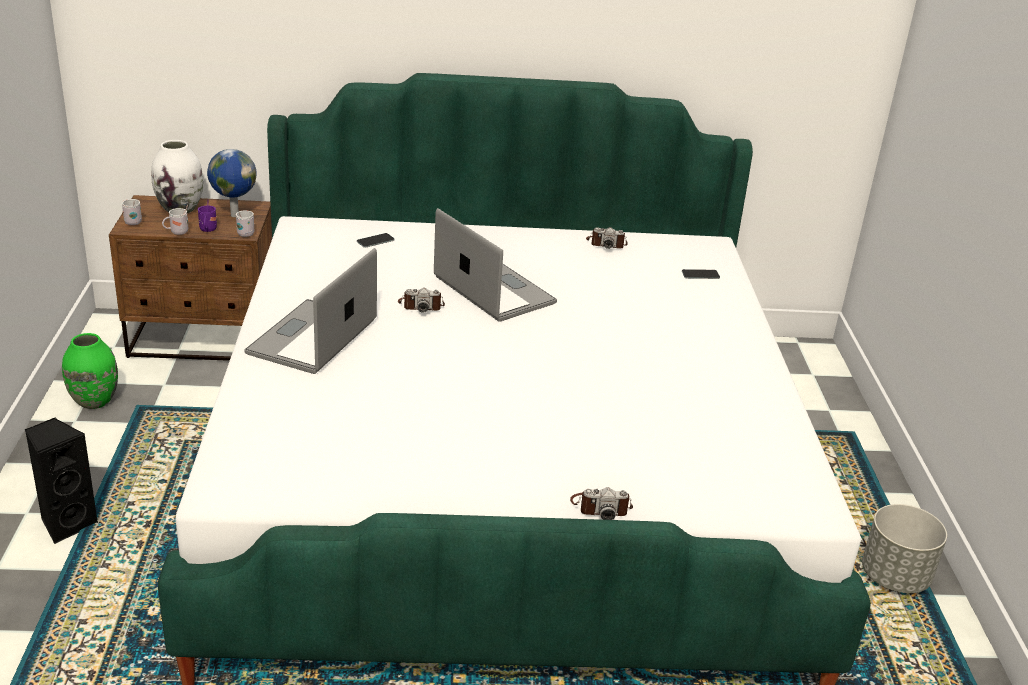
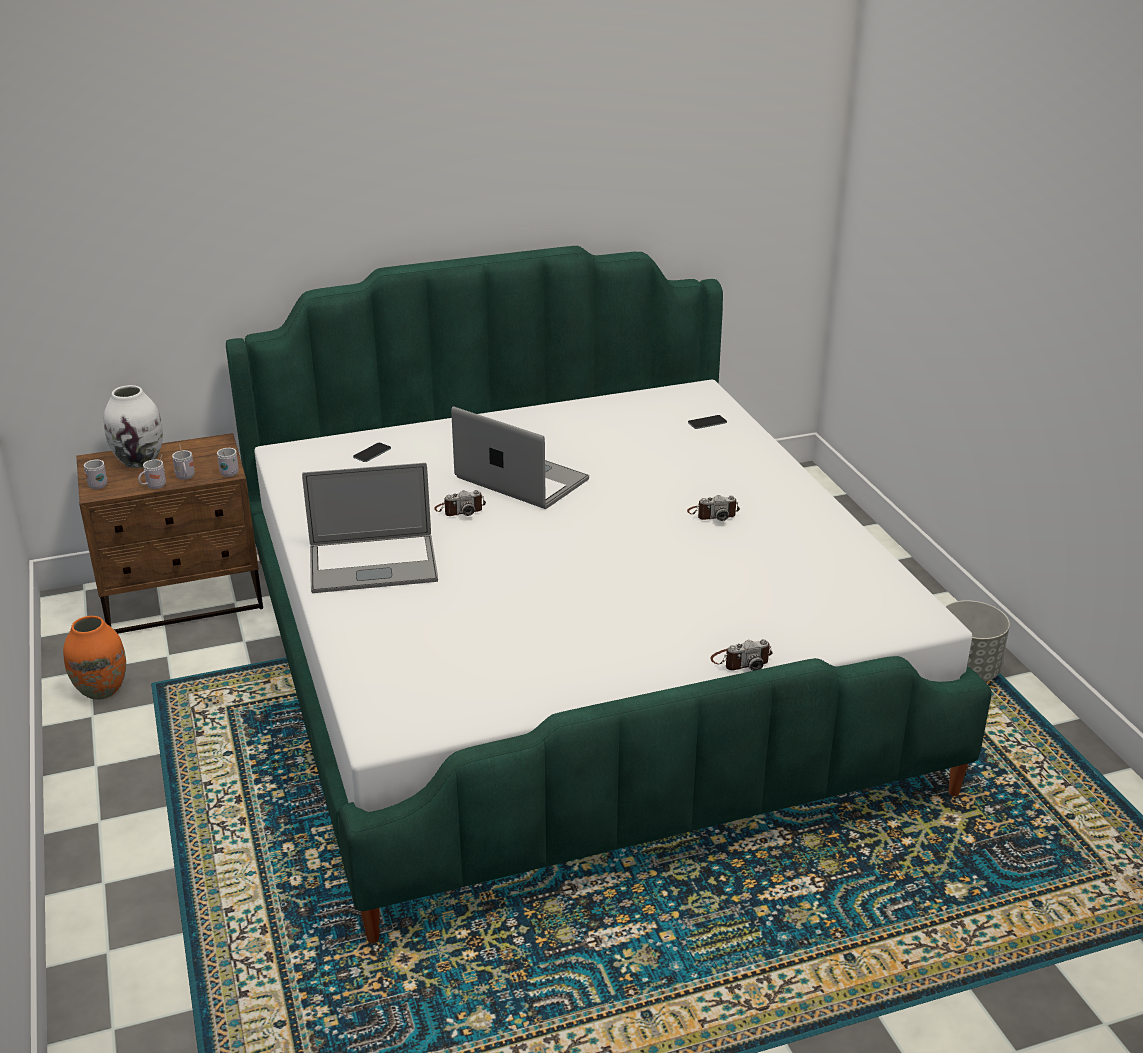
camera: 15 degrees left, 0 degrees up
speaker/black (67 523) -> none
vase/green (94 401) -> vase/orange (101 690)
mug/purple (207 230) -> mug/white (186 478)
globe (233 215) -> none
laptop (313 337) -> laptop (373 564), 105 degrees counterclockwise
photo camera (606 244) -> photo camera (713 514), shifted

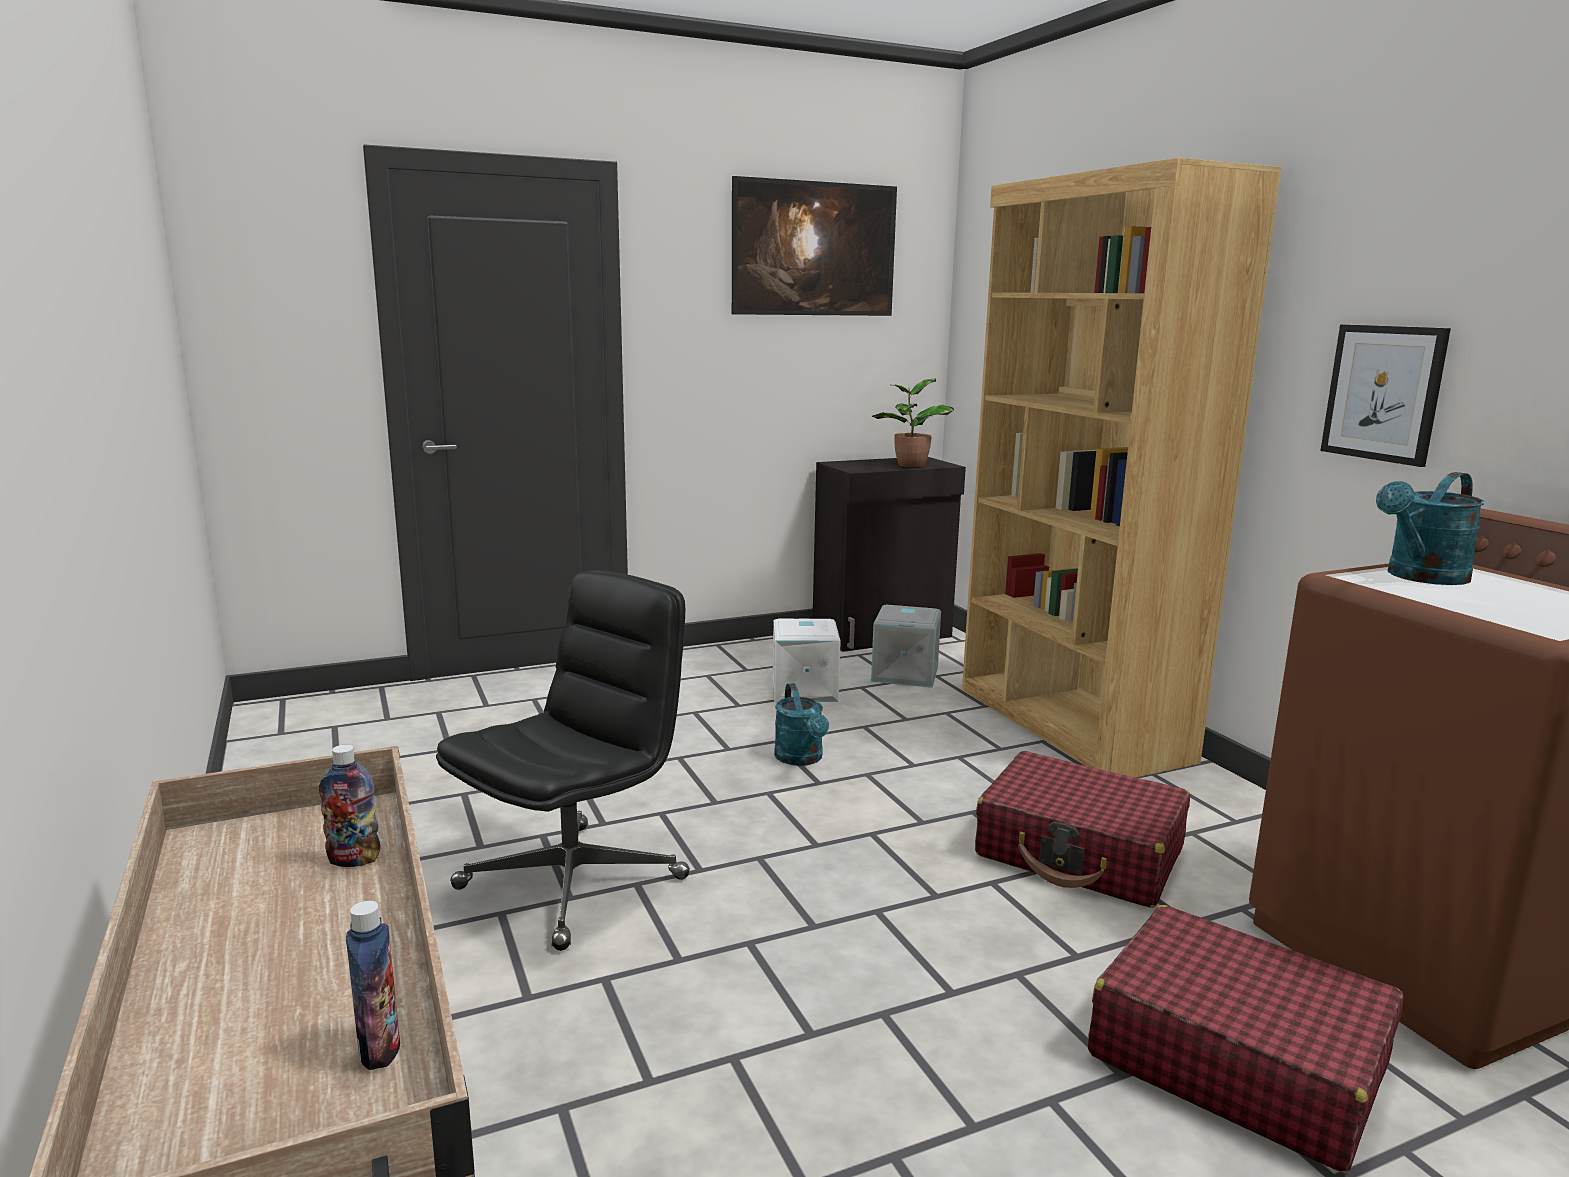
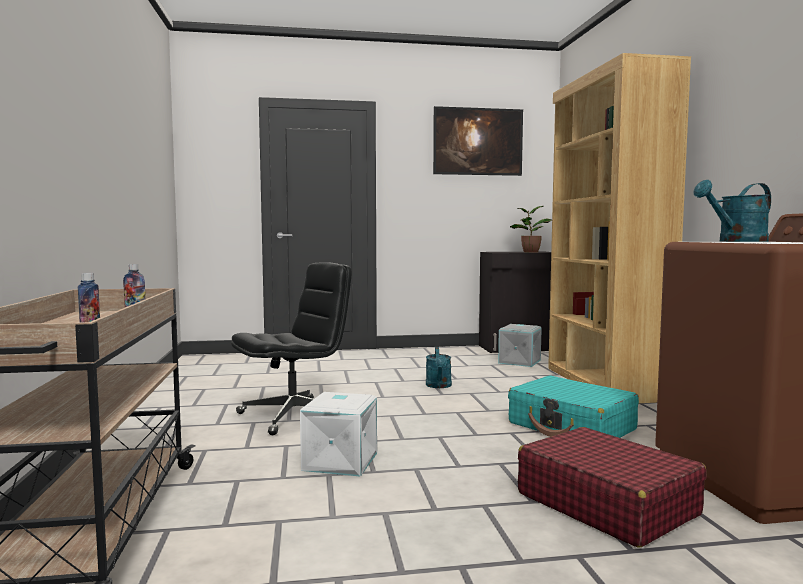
camera: 15 degrees right, 10 degrees down
storage box/white (803 689) -> storage box/white (339 461), shifted
suitcase/red (1080 853) -> suitcase/turquoise (572 427)
picture (1383 393) -> none

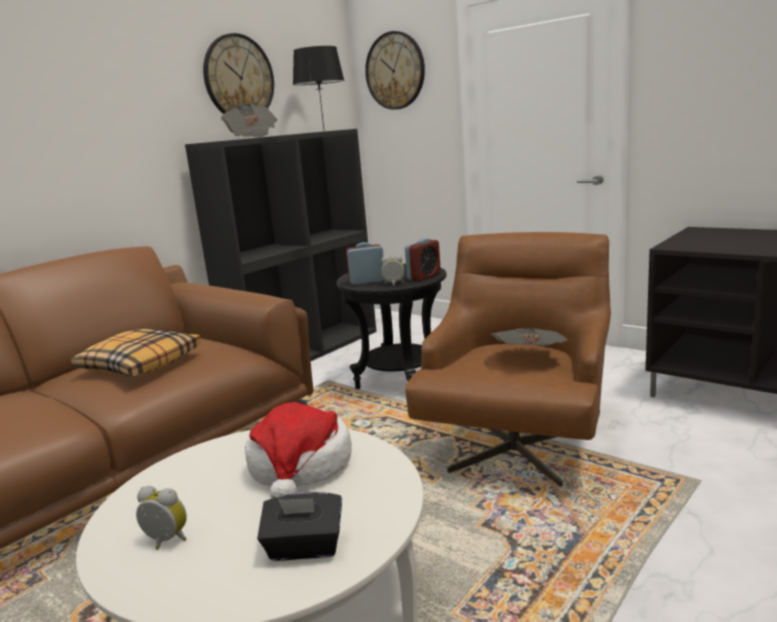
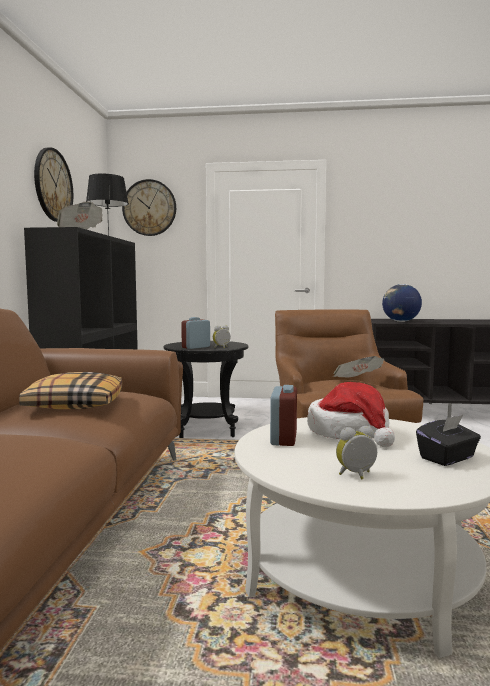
camera: 35 degrees left, 10 degrees down
alarm clock (424 277) -> alarm clock (283 439), shifted
none -> globe (400 321)

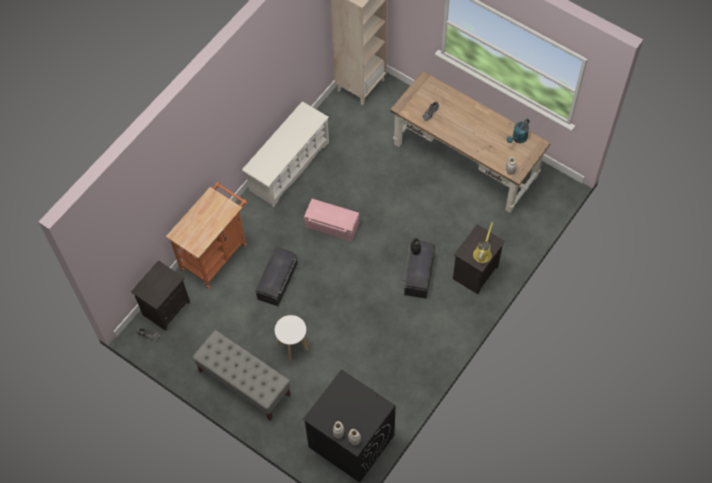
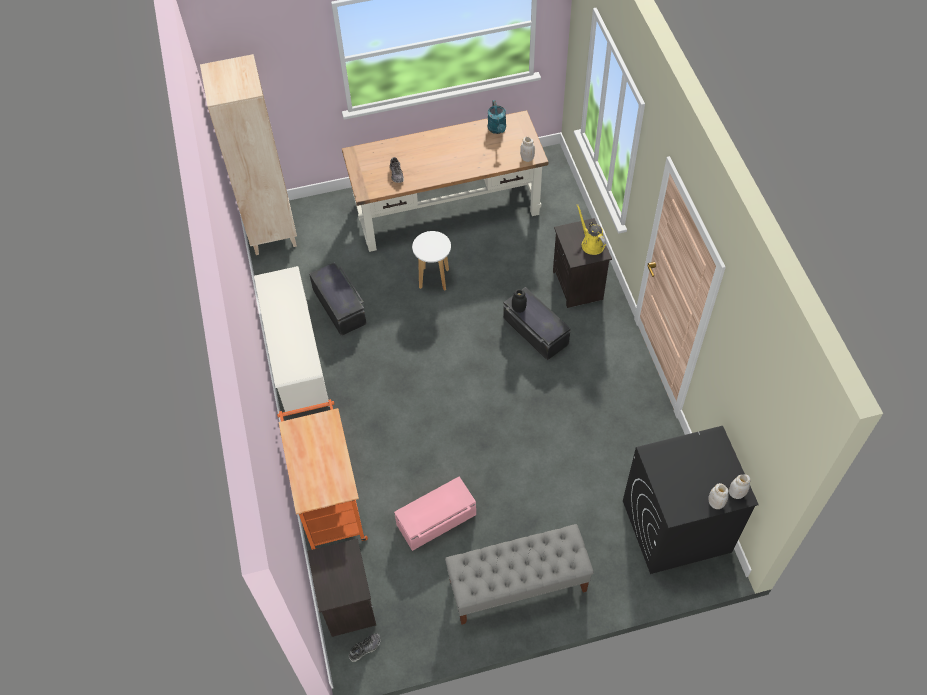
camera: 50 degrees left, 5 degrees down
storage box/black (278 281) -> storage box/black (340 306), shifted
stool/white (293 347) -> stool/white (434 279), shifted
storage box/pink (332 225) -> storage box/pink (437 520), shifted

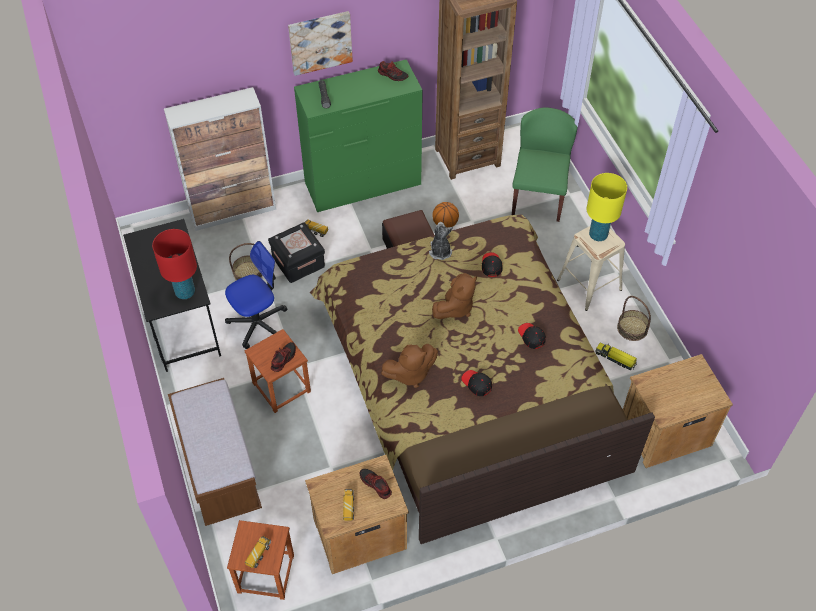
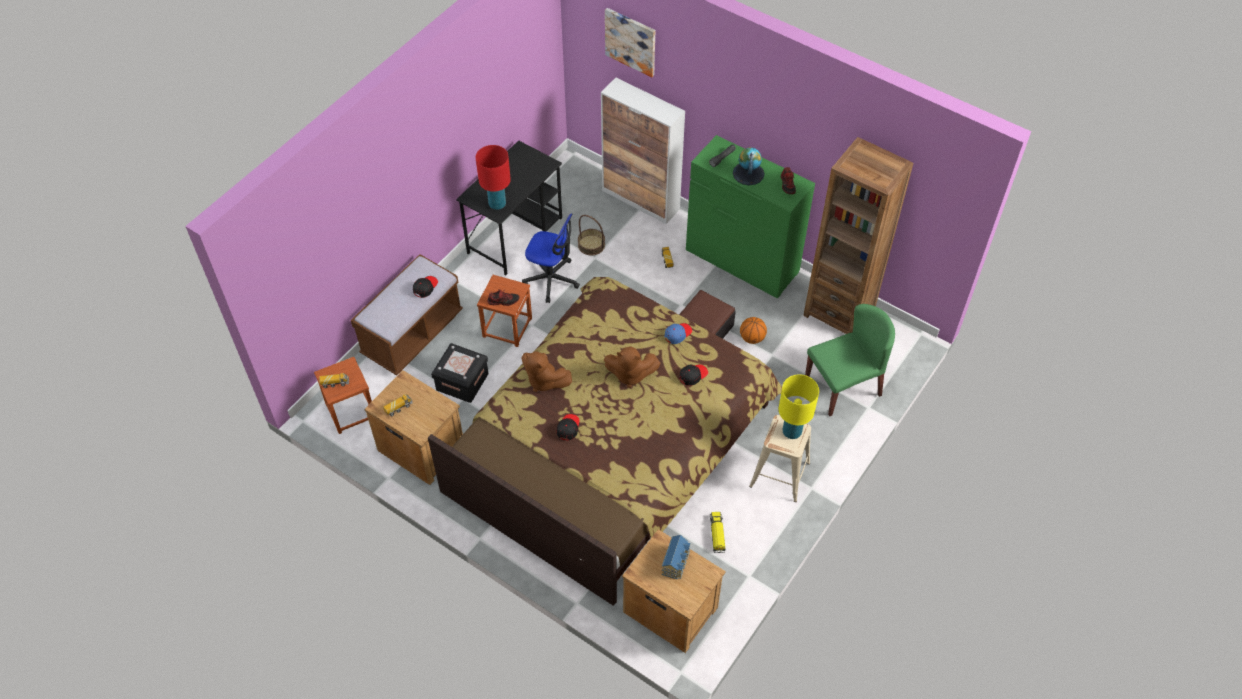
camera: 55 degrees right, 0 degrees up
storage box/black (298 262) -> storage box/black (462 381), shifted
picture (320 42) -> picture (631 41), shifted
shoe (375 485) -> none
plush toy (440 251) -> cap/blue (677 334)
cap/black (531 337) -> cap/black (425 287), shifted
basket (632 328) -> none
none -> toy house (676 562)
none -> globe (748 173)

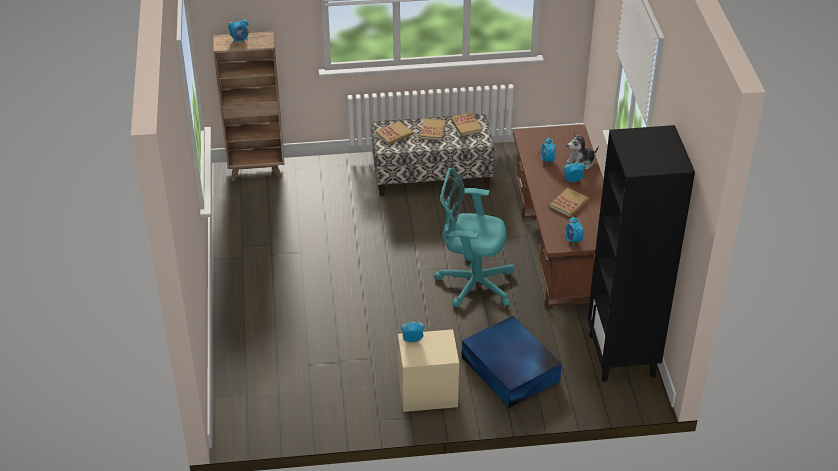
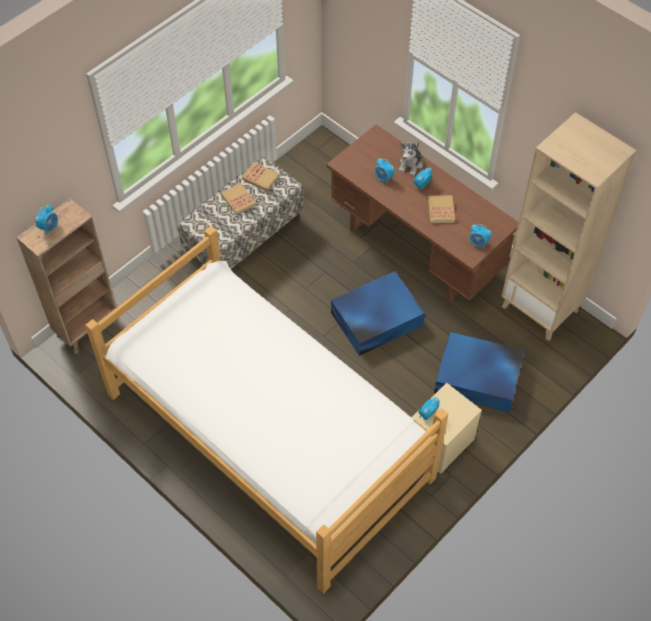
camera: 40 degrees left, 15 degrees up
book (394 134) -> none
office chair/turquoise (472 283) -> storage box/blue (375 319)
bookcase/black (622 356) -> bookcase/beige (540 308)
none -> bed (268 436)

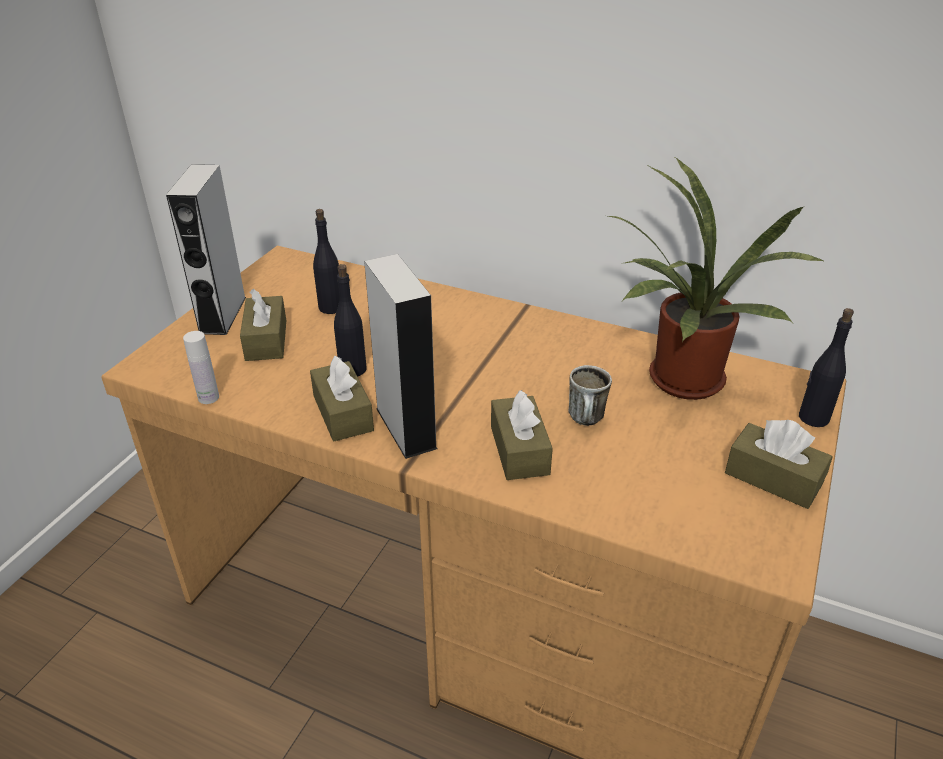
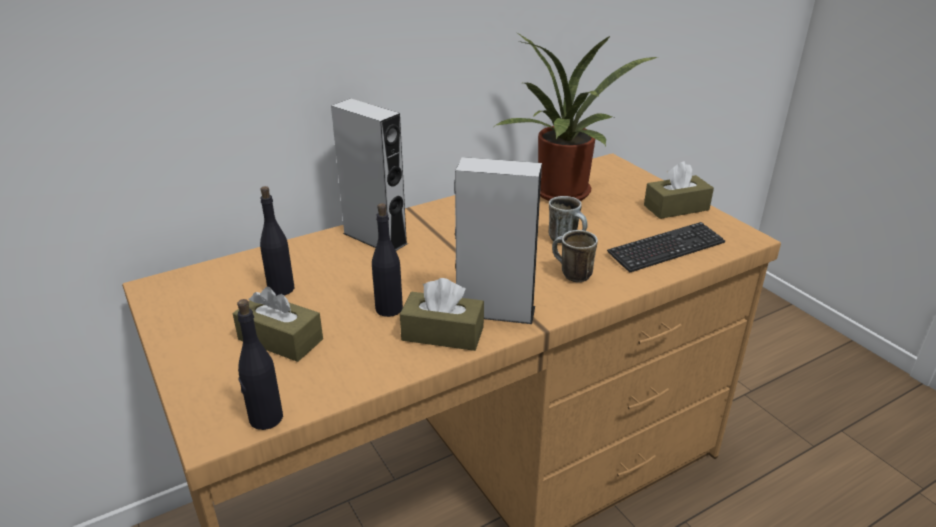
camera: 55 degrees left, 5 degrees down
speaker/grey (222 315) -> speaker/grey (375 238), shifted
bottle/white (208 397) -> none
tissue box/brown (519 450) -> mug (570 274)
bottle/black (813 418) -> bottle/black (265 418), shifted
none -> keyboard (666 249)

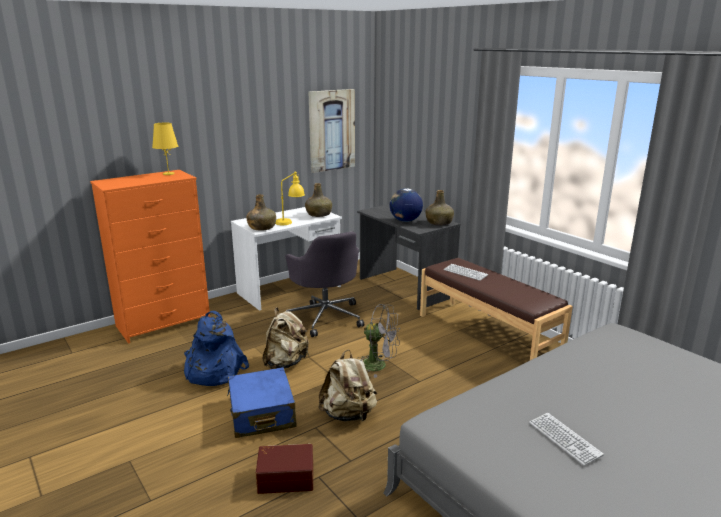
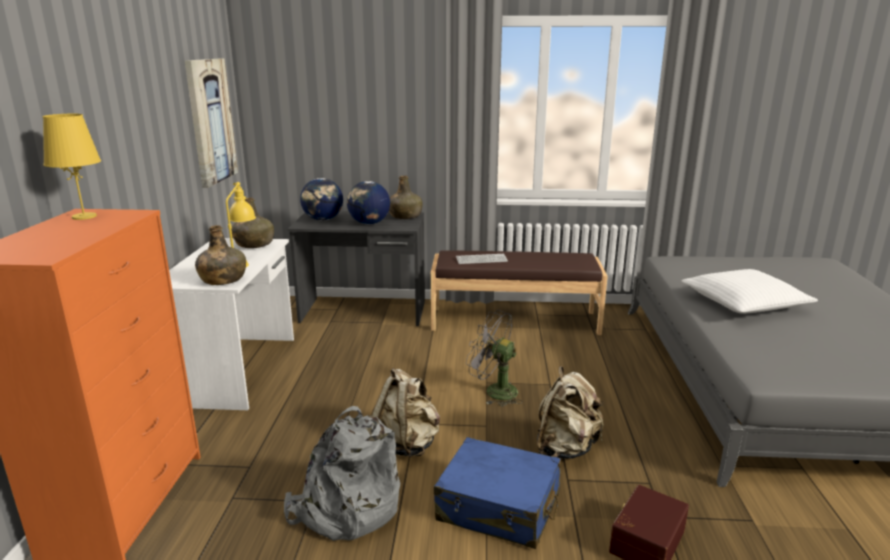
camera: 50 degrees left, 0 degrees up
backpack/blue (212 371) -> backpack/grey (346 509)
office chair/grey (326 317) -> none
fan/grey (379 365) -> fan/grey (494 391), 120 degrees counterclockwise
keyboard (564 439) -> none
none -> globe (323 219)
none -> pillow/white (743 303)

